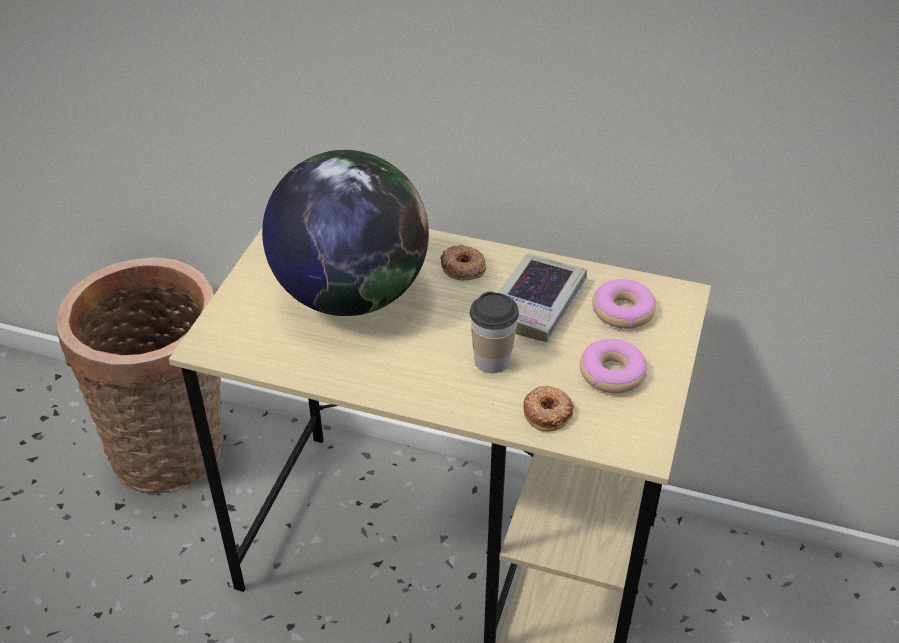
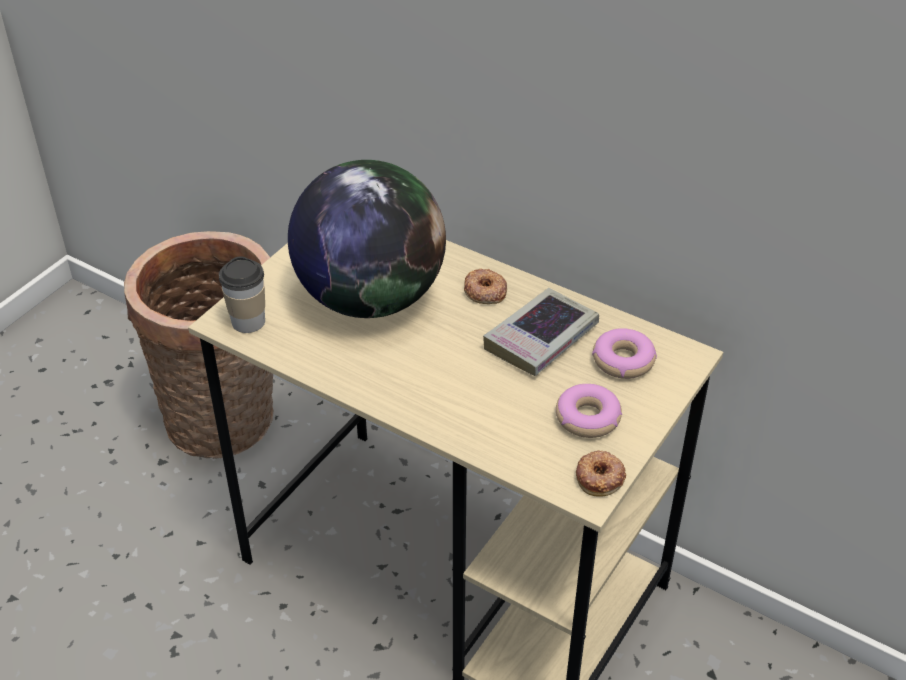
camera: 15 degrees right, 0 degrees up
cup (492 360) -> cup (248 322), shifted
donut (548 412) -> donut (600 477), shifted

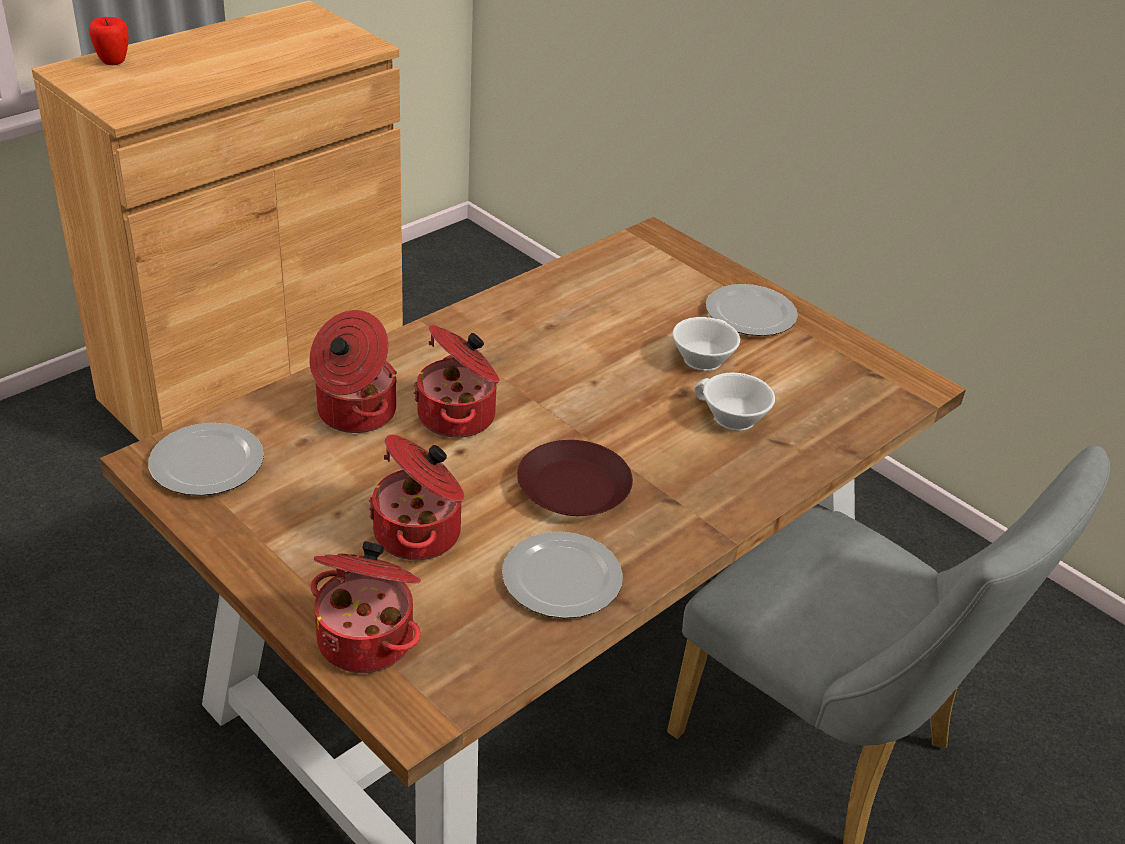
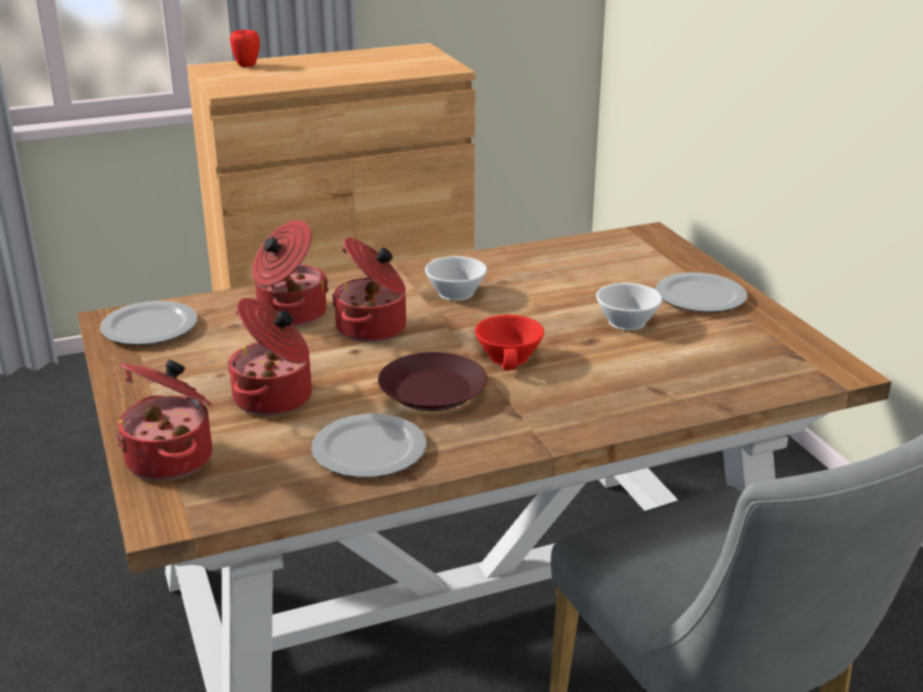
camera: 25 degrees right, 10 degrees down
cup/white (731 418) -> cup/white (452 292), shifted
none -> cup/red (511 357)

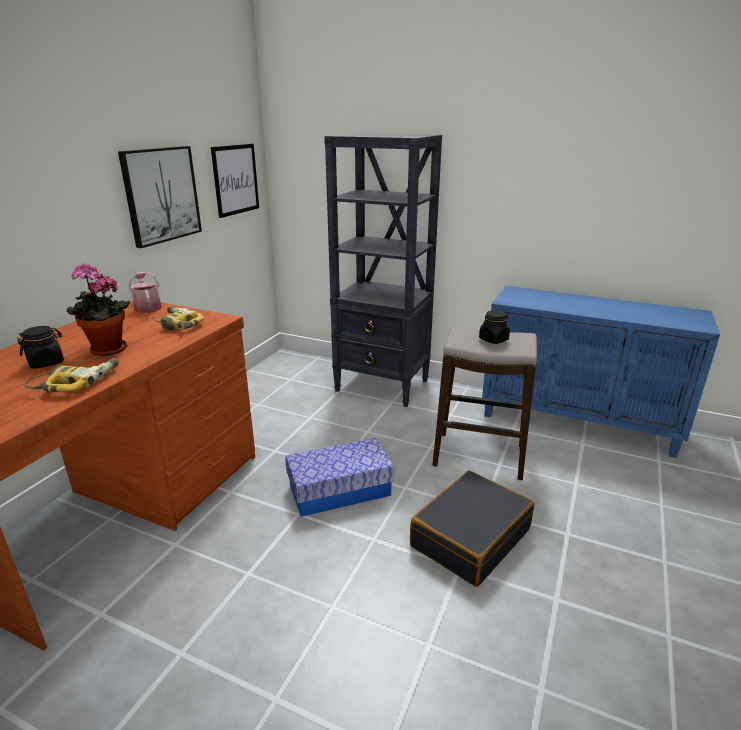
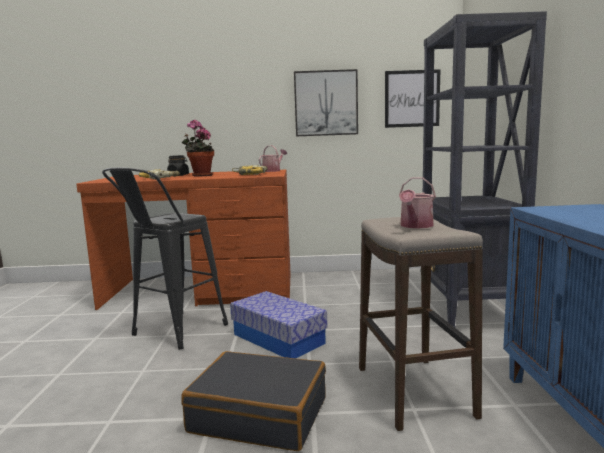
camera: 65 degrees right, 15 degrees down
jar/black (493 339) -> watering can (415 226)
none -> stool/black (172 333)

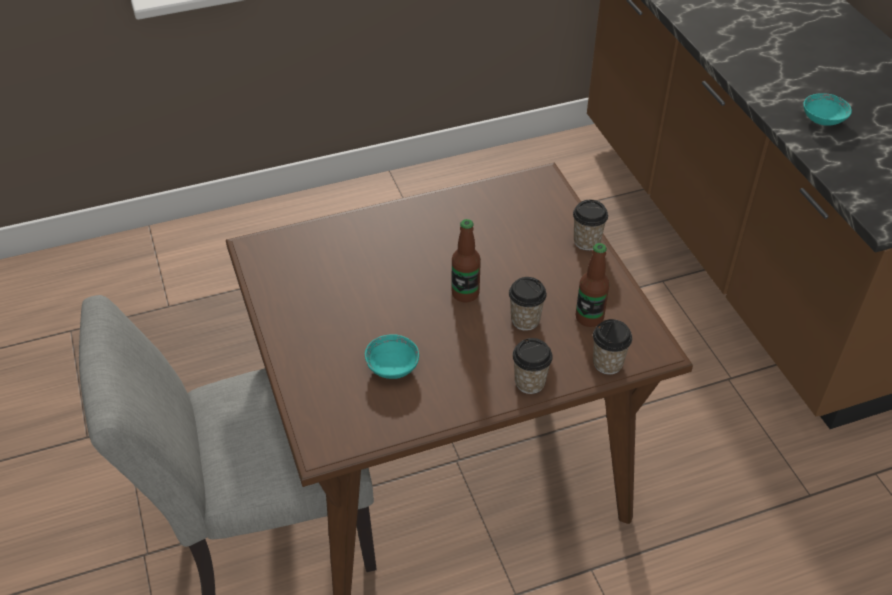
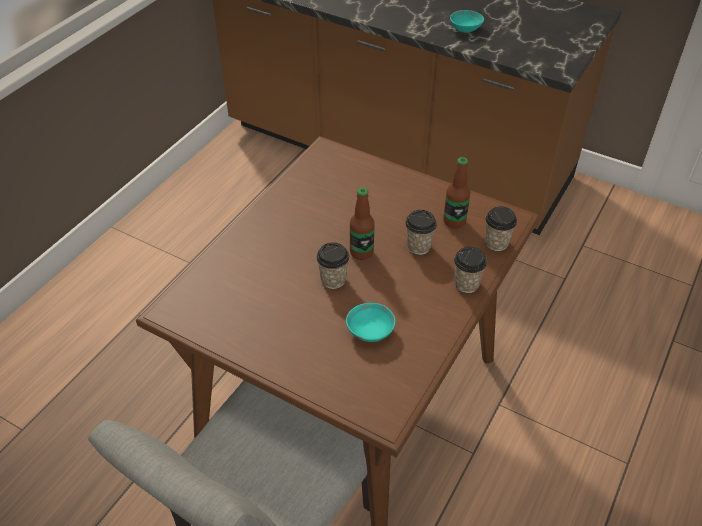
camera: 40 degrees left, 0 degrees up
cup (586 241) -> cup (333 280), shifted

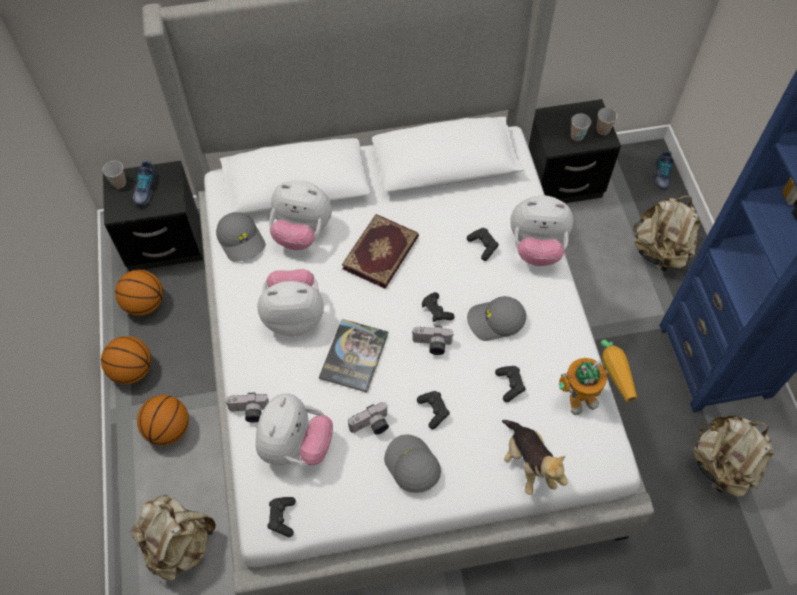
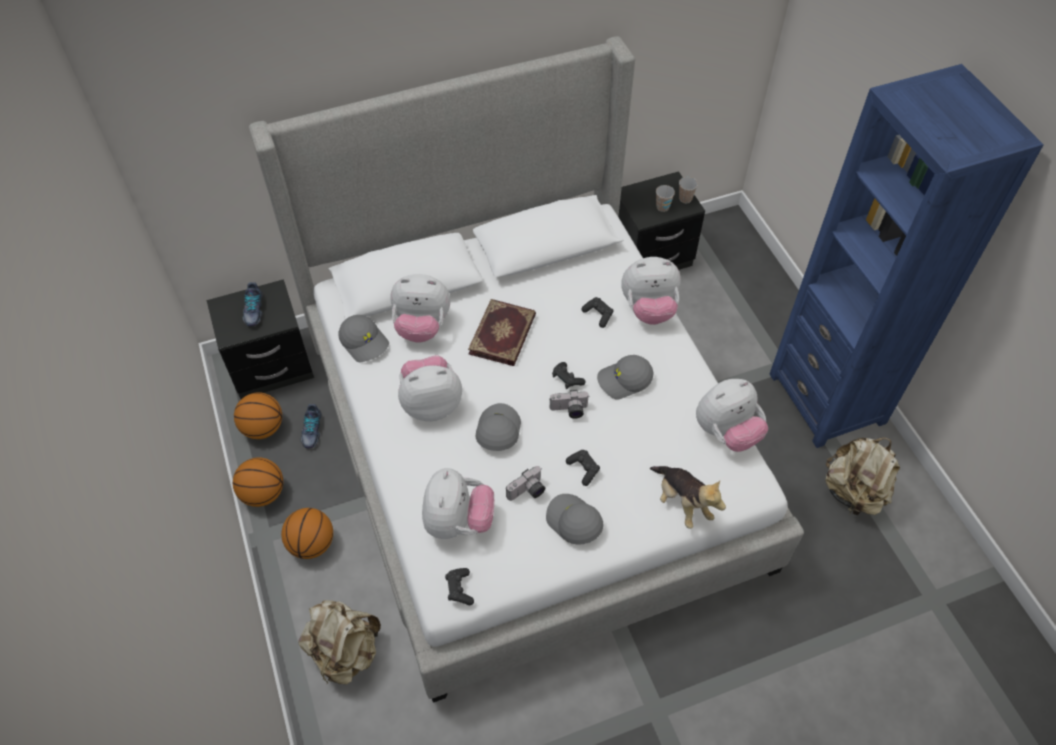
camera: 10 degrees left, 5 degrees down
cup (119 183) -> none
photo camera (249 412) -> none
book (354 356) -> cap/grey (497 431)
game controller/black (510 385) -> none
toy robot (590 394) -> plush toy (726 432)
backpack/beige (659 252) -> none
shoe (661 175) -> shoe (311 430), shifted

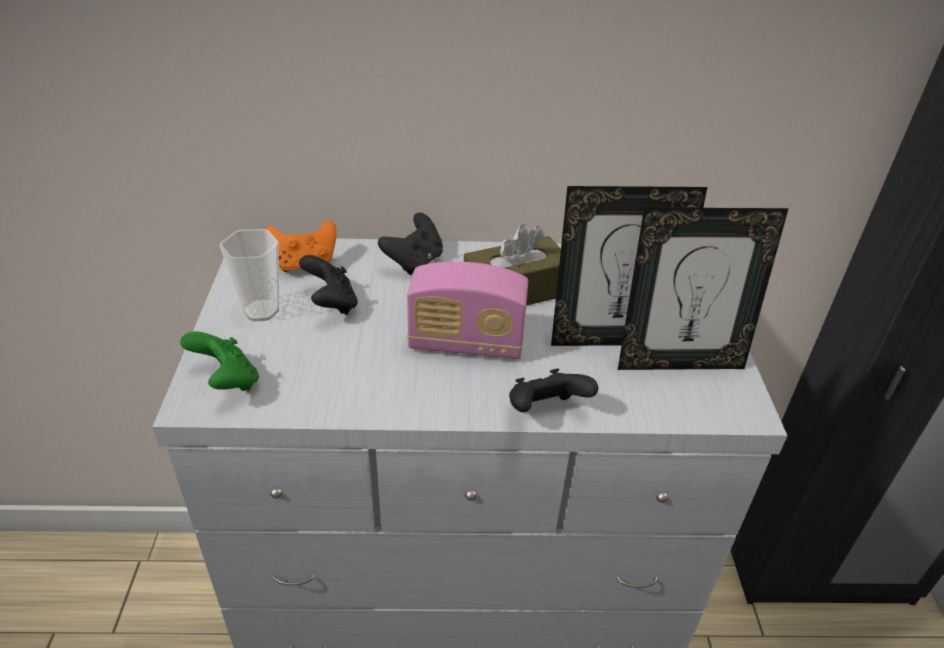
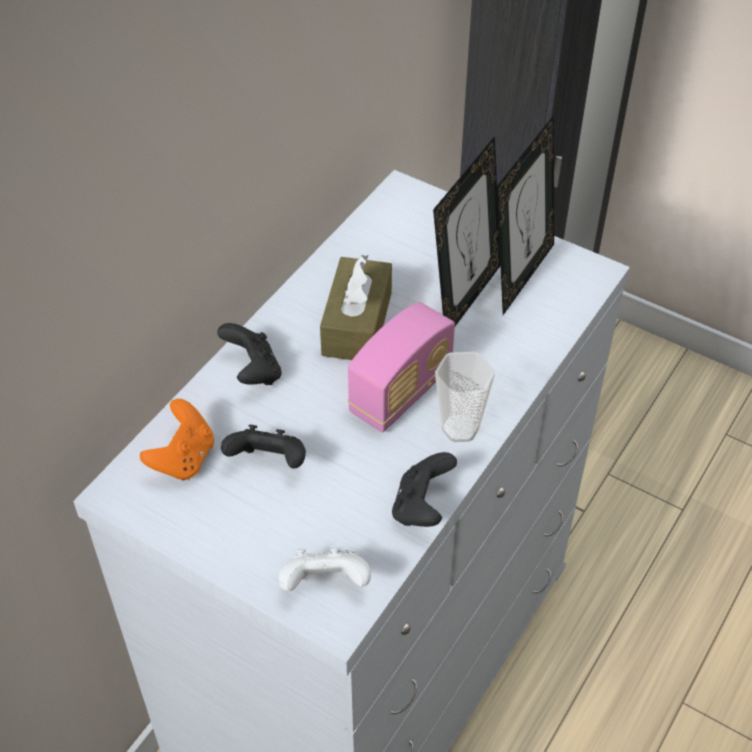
camera: 55 degrees left, 10 degrees up
game controller/green (227 381) -> game controller/white (325 584)
cup (261 311) -> cup (460 428), shifted
game controller/black (545 411) -> game controller/black (422 507), shifted

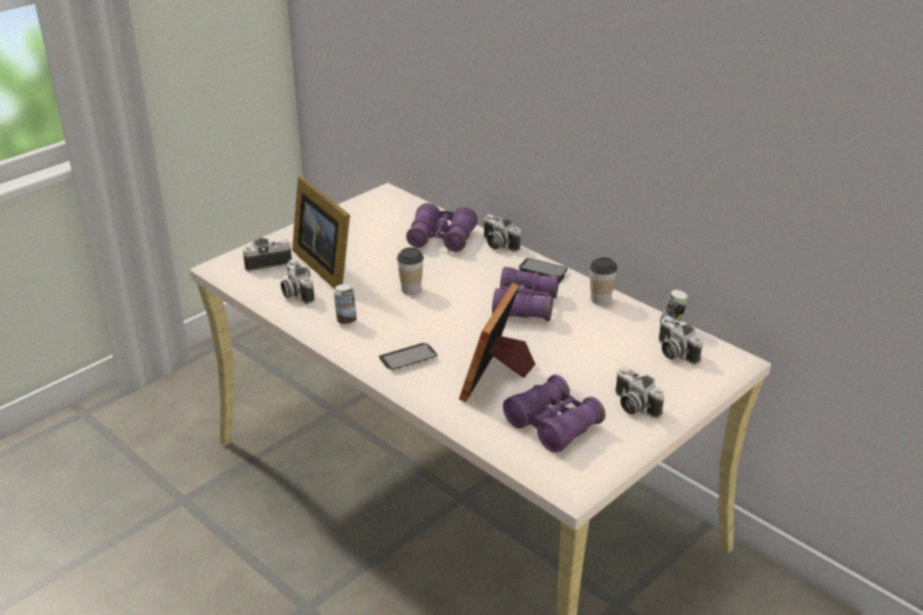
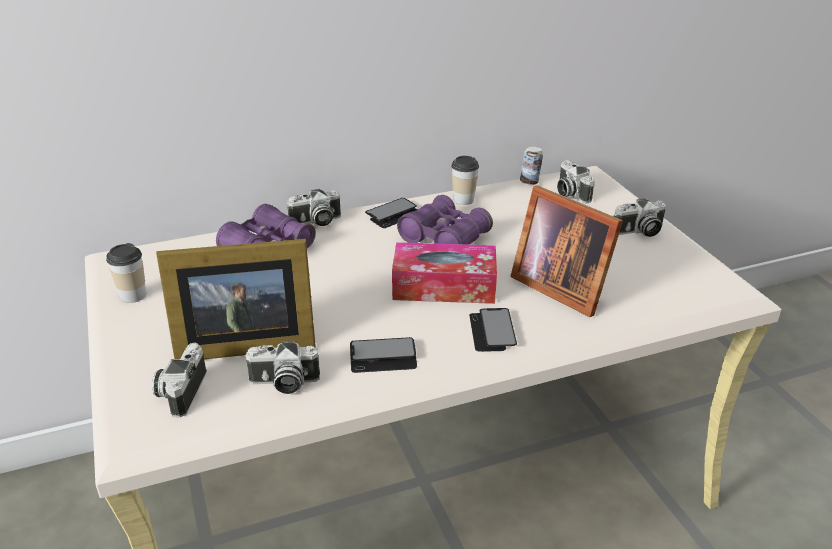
camera: 65 degrees left, 0 degrees up
can (346 320) -> phone (383 357)
cup (411 289) -> cup (133 295), shifted
binoculars/purple (553 425) -> none
photo camera (674 352) -> photo camera (570 193), 75 degrees clockwise
none -> tissue box (444 286)

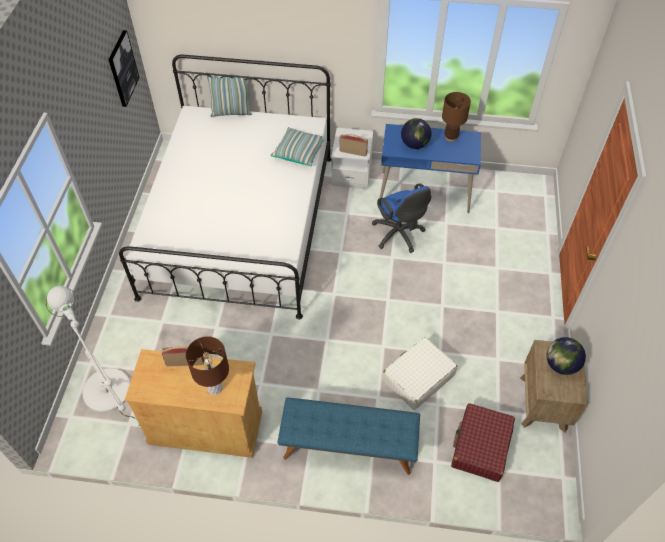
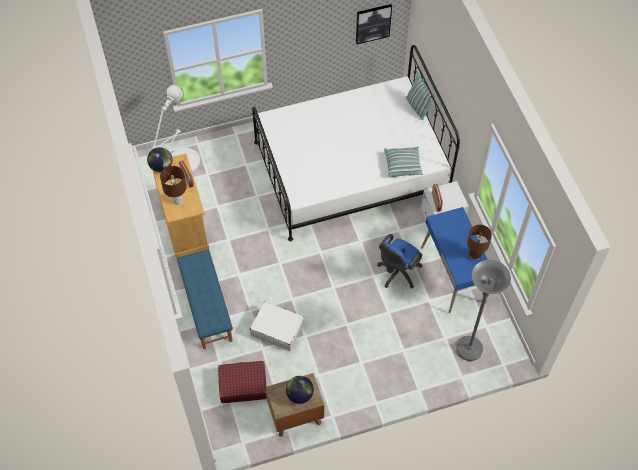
camera: 65 degrees right, 5 degrees up
globe (415 144) -> globe (161 167), shifted
none -> floor lamp/grey (469 349)

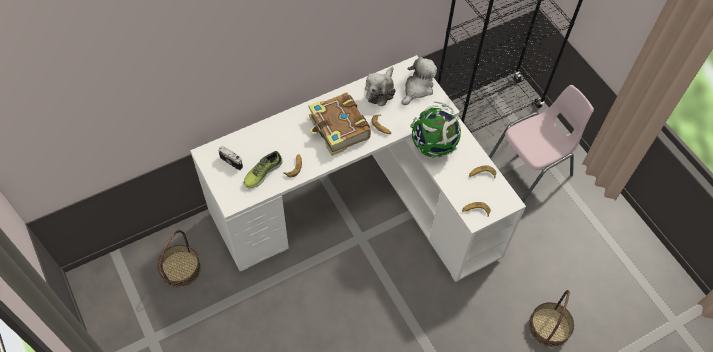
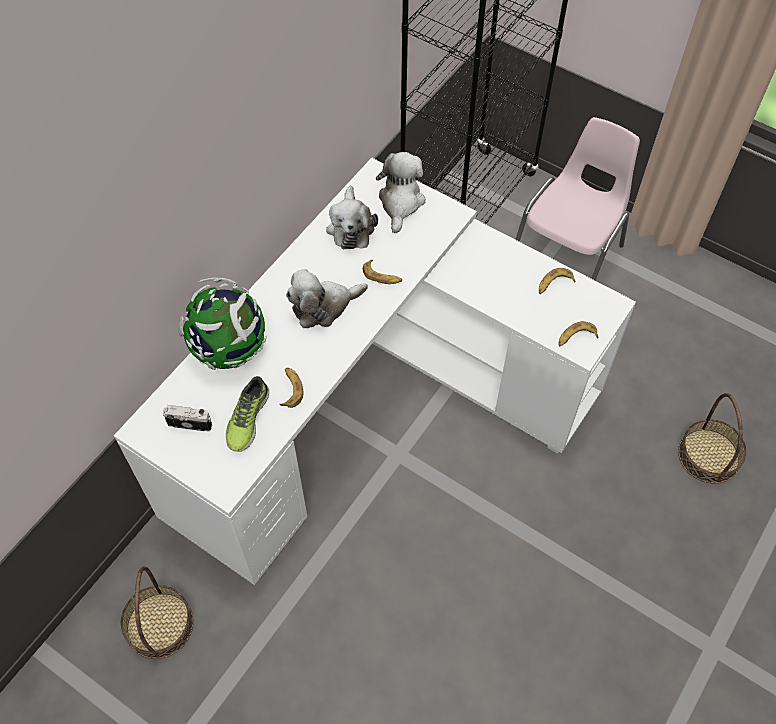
camera: 25 degrees left, 0 degrees up
book (338 129) -> plush toy (323 306)
globe (433 146) -> globe (229 349), shifted

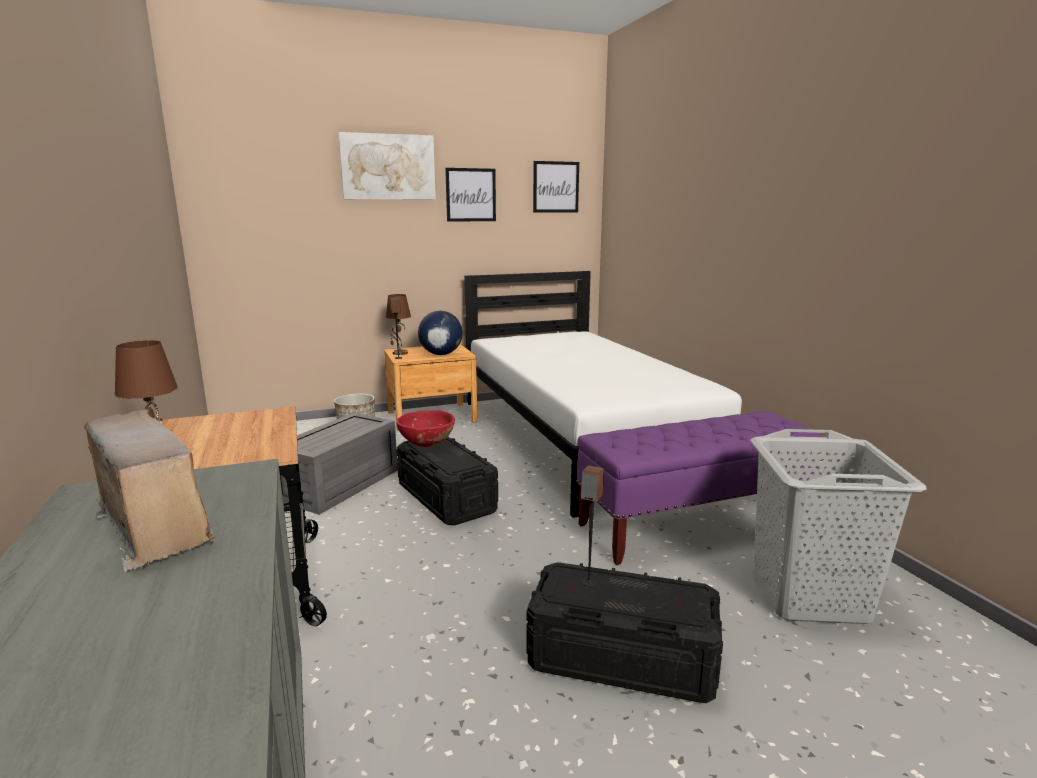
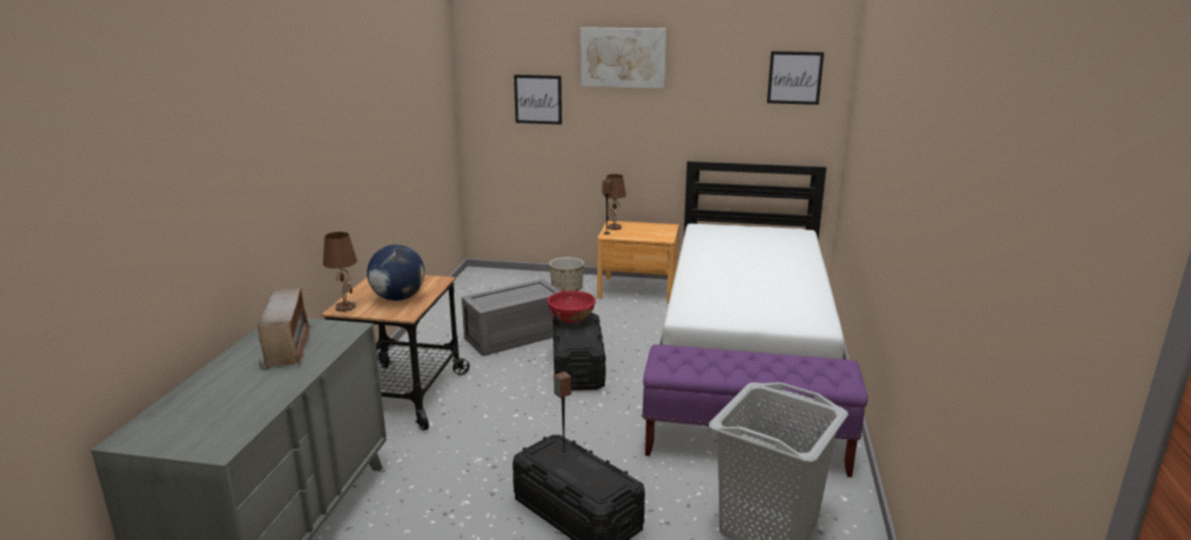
camera: 30 degrees right, 5 degrees up
globe (440 354) -> globe (398 298), shifted
picture (470 195) -> picture (538 99), shifted

